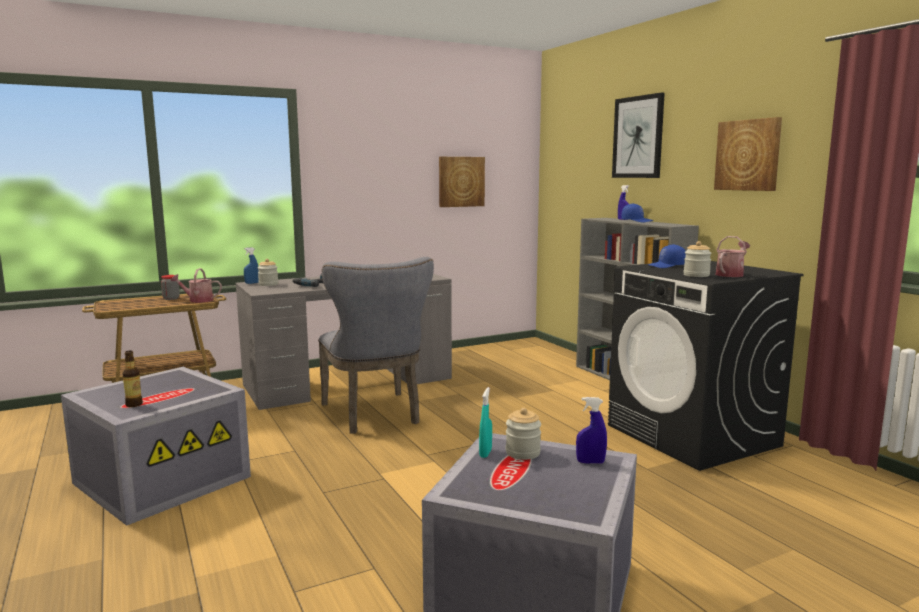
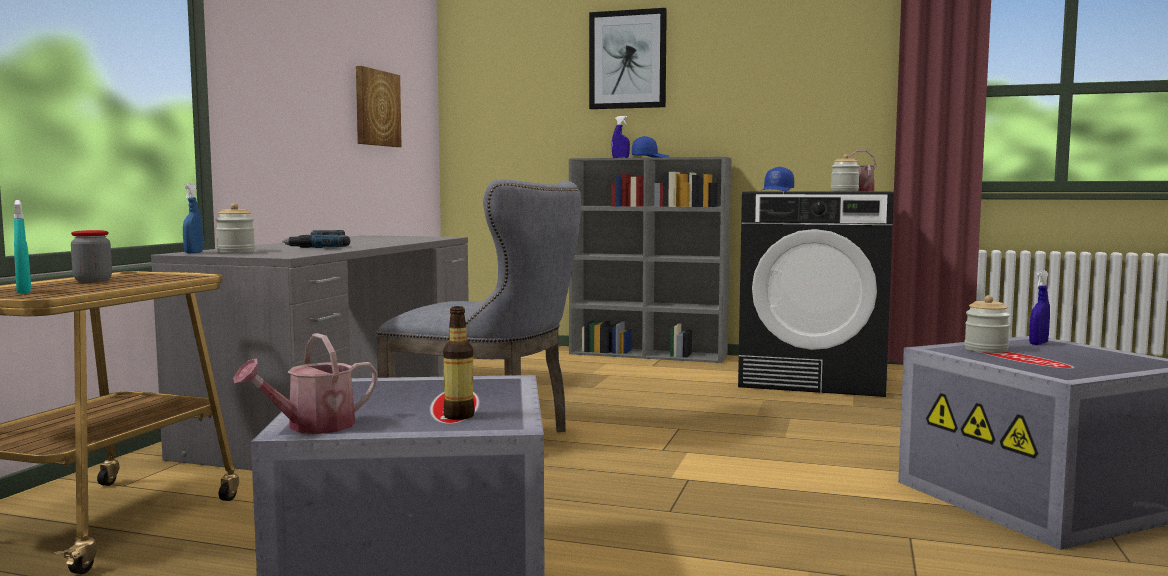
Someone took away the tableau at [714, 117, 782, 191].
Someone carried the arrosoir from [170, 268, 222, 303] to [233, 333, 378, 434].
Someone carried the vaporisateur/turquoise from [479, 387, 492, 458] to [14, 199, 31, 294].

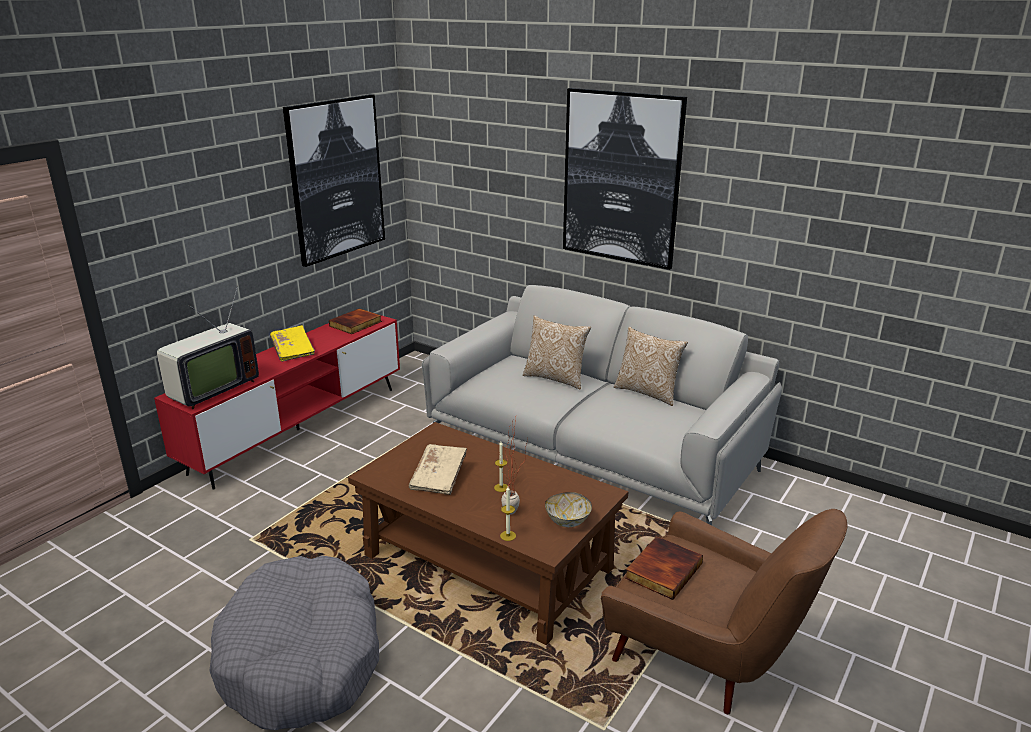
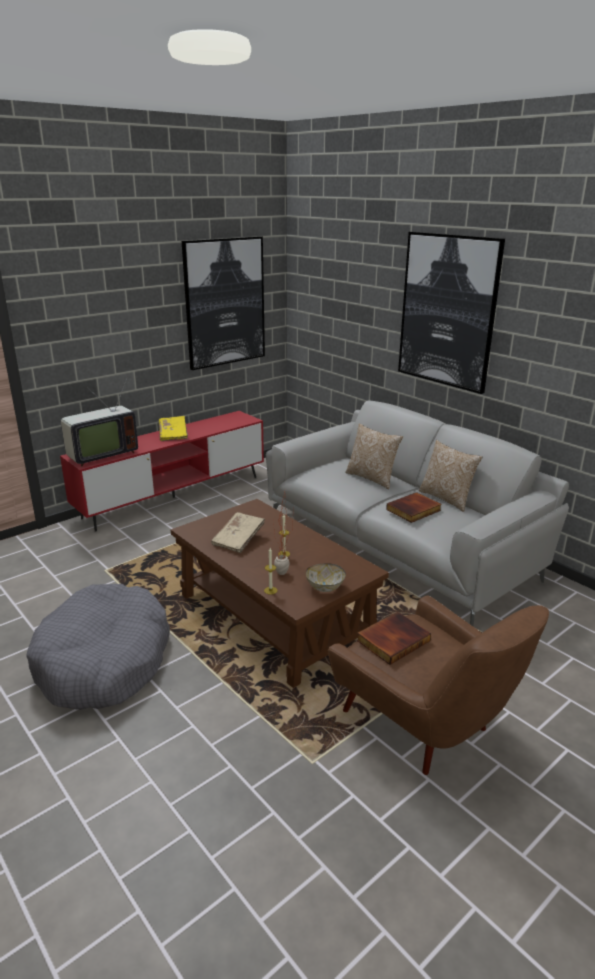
Someone carried the livre from [329, 309, 382, 334] to [386, 492, 442, 523].

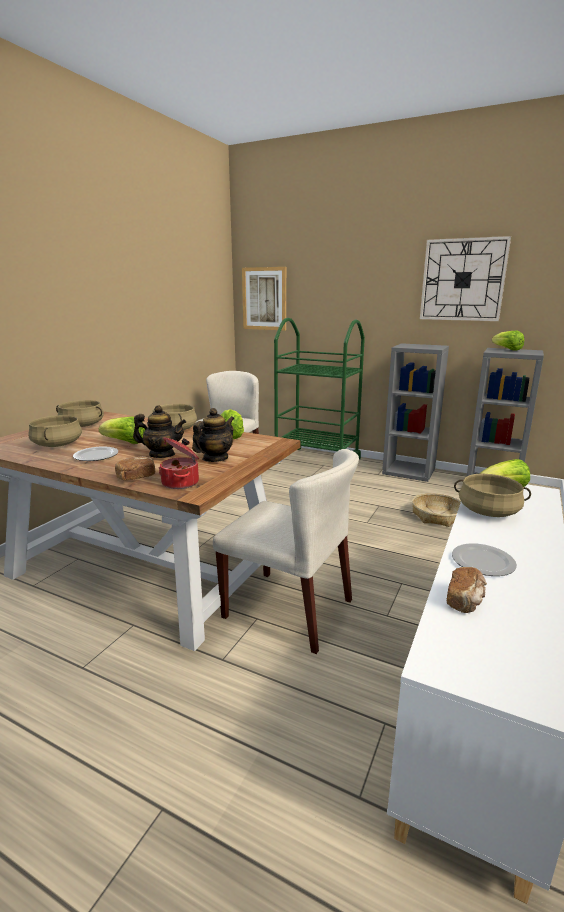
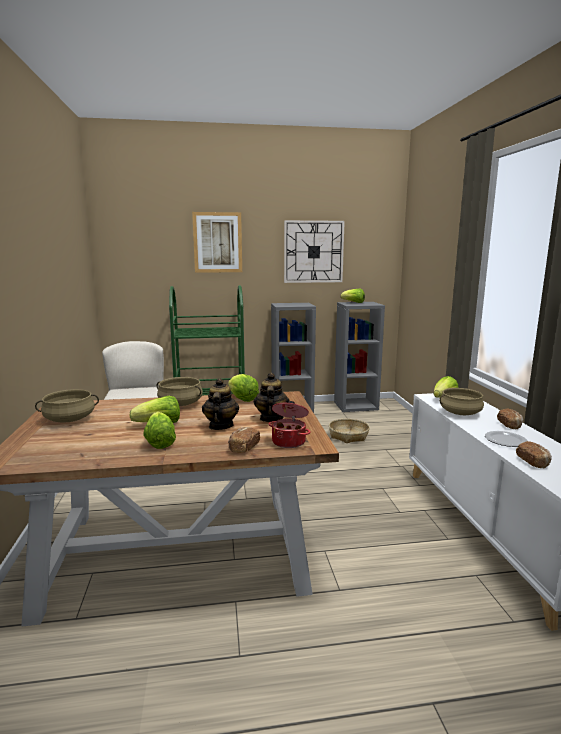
Someone took away the marmite/beige at [28, 415, 82, 447].
Someone took away the chaise/beige at [213, 449, 359, 654].
Someone put down the pain at [497, 409, 523, 429].
Someone carried the tableau from [242, 267, 286, 330] to [192, 212, 242, 273].
Someone swapped the assiette at [73, 446, 118, 461] for the laitue at [143, 412, 176, 449].
Someone rotated the théière at [133, 405, 186, 458] by 60 degrees counterclockwise.

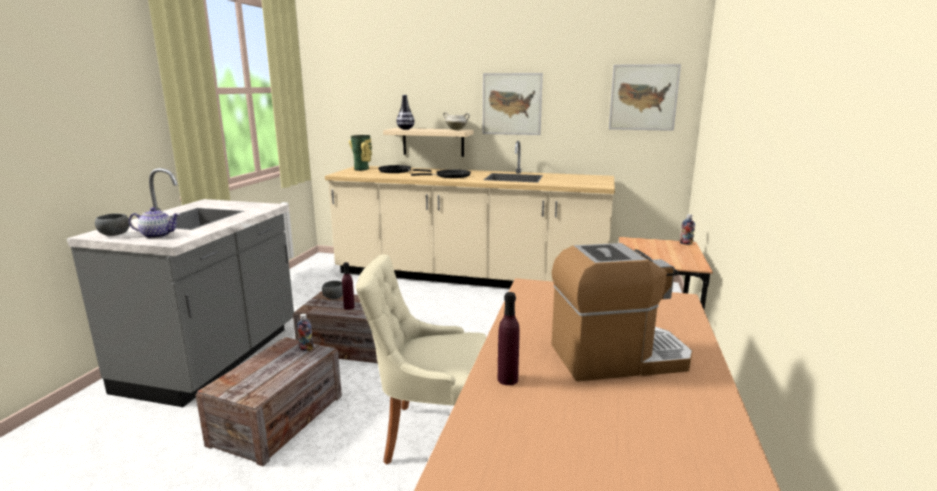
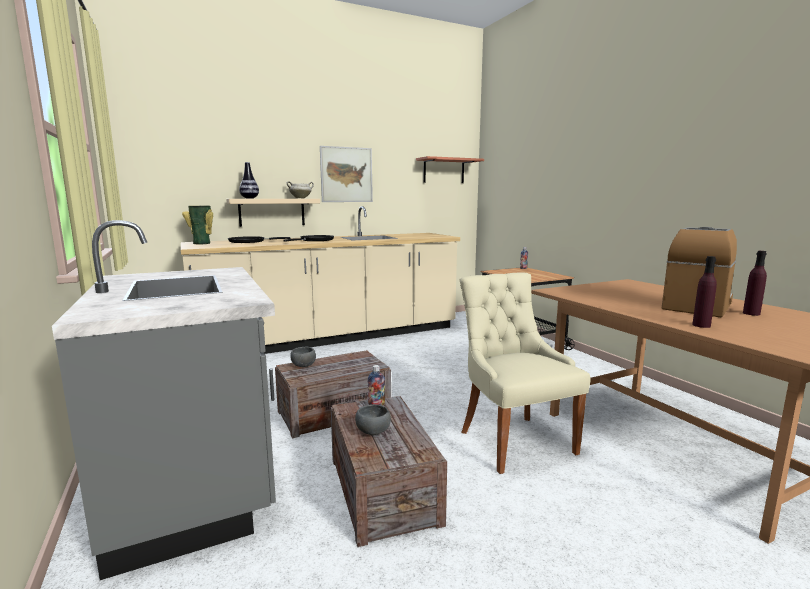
Someone took away the théière at [129, 207, 180, 239].
Someone carried the bol/gris from [95, 214, 130, 236] to [355, 404, 391, 435].
Someone carried the bouteille/violet from [342, 262, 355, 310] to [743, 251, 767, 316].
Someone swapped the tableau at [609, 64, 681, 131] for the étagère at [416, 156, 484, 183].
Someone rotated the chaise/beige at [356, 254, 486, 465] by 105 degrees clockwise.

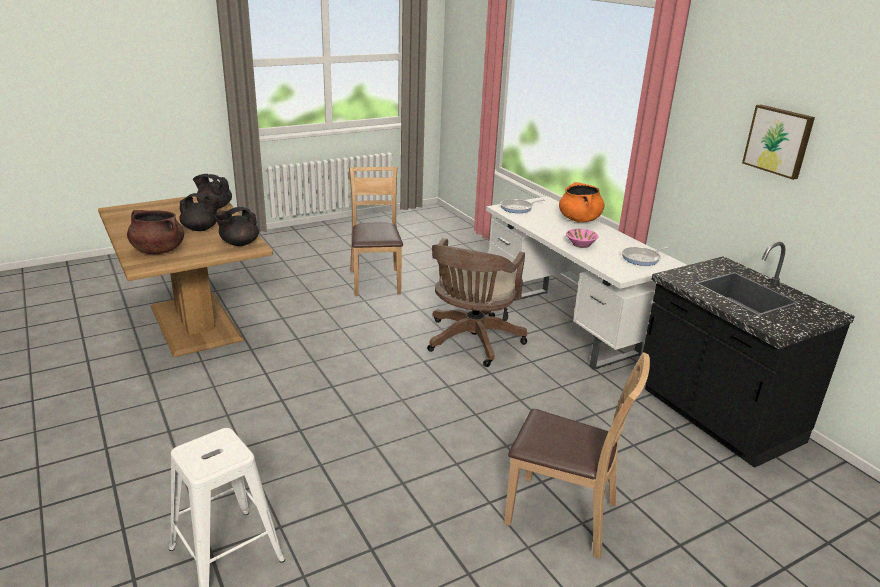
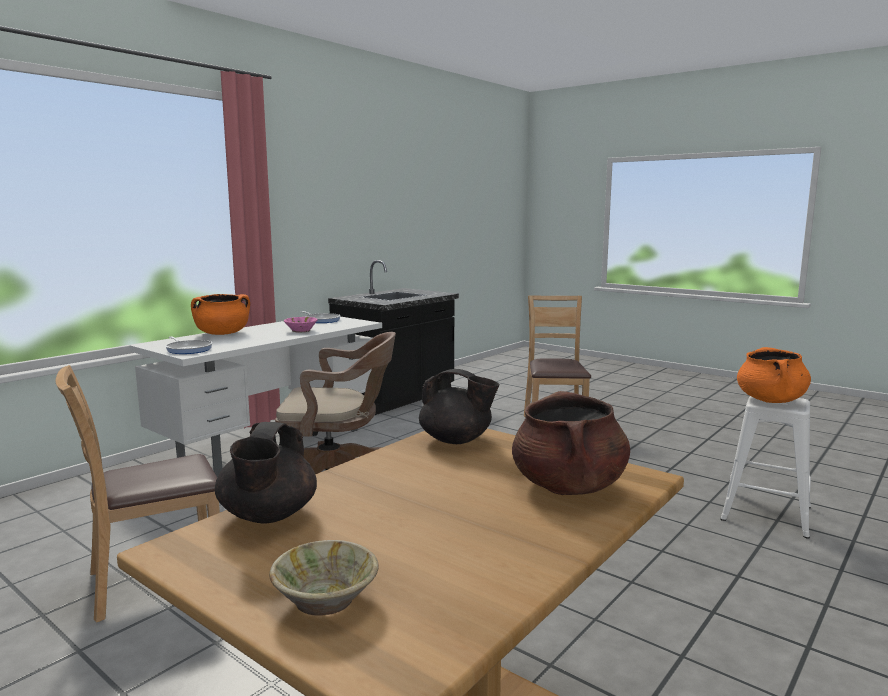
Someone took away the théière/noir at [179, 193, 220, 231].
Someone took away the tableau at [742, 105, 815, 180].
Someone put down the bol/beige at [269, 540, 379, 616].
Someone put down the marmite/orange at [737, 347, 811, 403].

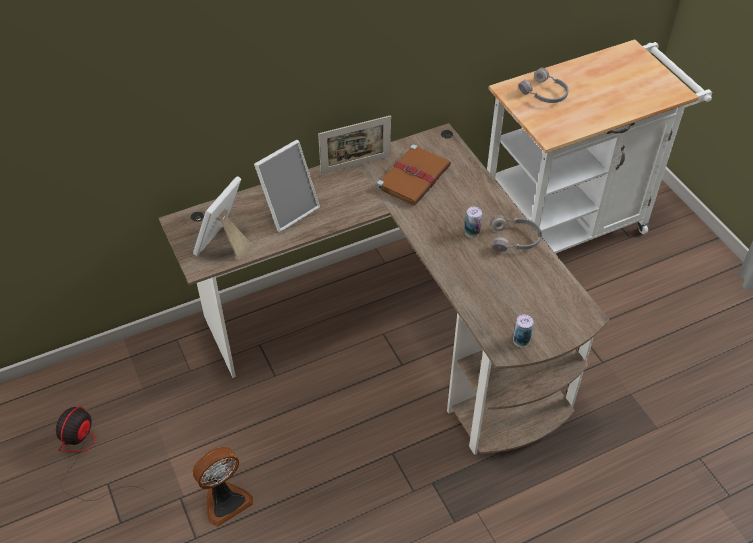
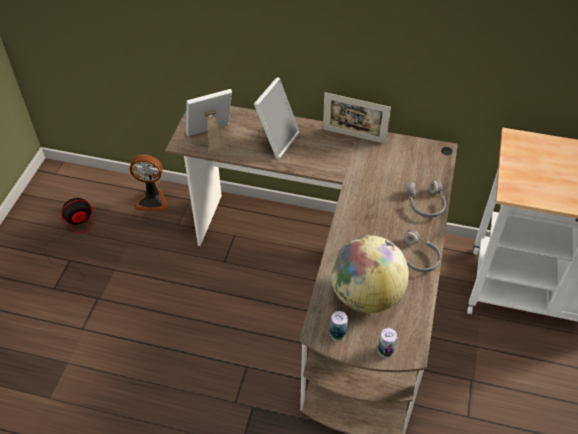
Someone took away the livre/marron at [377, 144, 451, 206].
Someone put down the globe at [331, 235, 409, 313].
Someone carried the ventilateur from [193, 447, 253, 527] to [130, 155, 168, 211].
Someone carried the boîte métallique from [465, 207, 482, 238] to [378, 328, 397, 358].
Someone carried the casque audio/gris from [518, 68, 569, 103] to [406, 180, 446, 218].
Someone rotated the cadre photo at [254, 140, 320, 232] by 60 degrees counterclockwise.

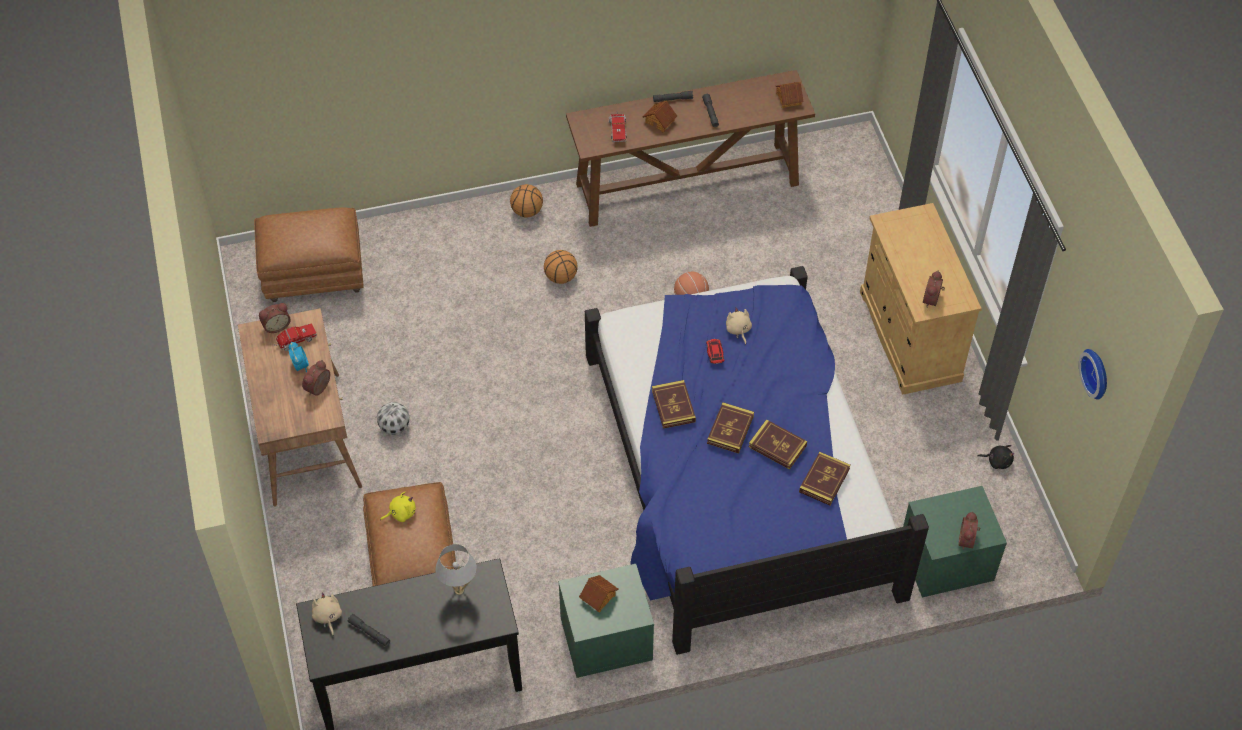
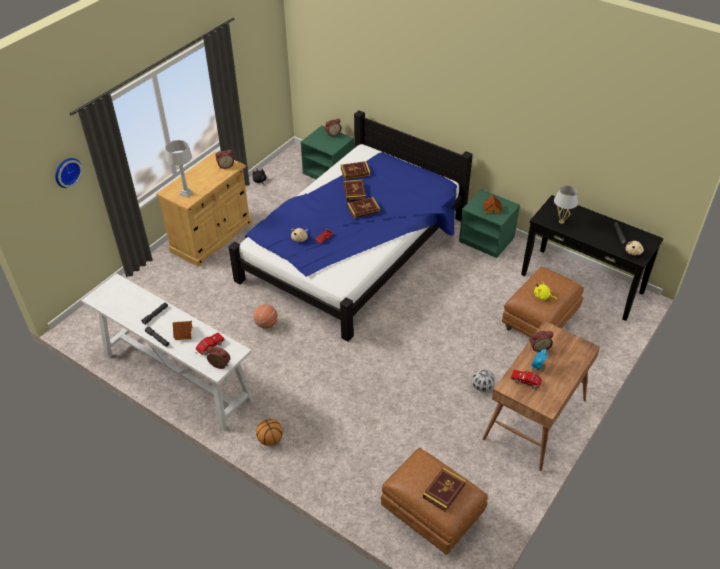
Someone took away the ballon de basket at [544, 250, 578, 284].
Someone took away the maison miniature at [776, 82, 803, 108].
Someone put down the lampe de table/gris at [165, 140, 193, 198].
Someone carried the réveil from [259, 303, 291, 333] to [207, 346, 230, 369].
Someone carried the livre from [652, 380, 696, 429] to [423, 467, 466, 512].
Someone carried the horloge murale from [1079, 349, 1107, 400] to [55, 158, 83, 188].
Someone repainted the table console/marron at [566, 70, 815, 227], which became the table console/blanc at [81, 273, 254, 431].

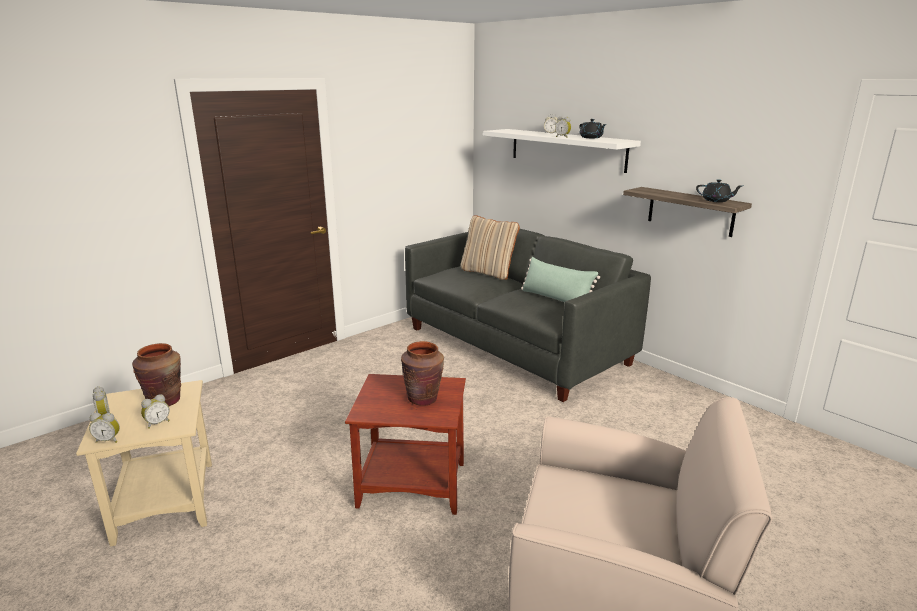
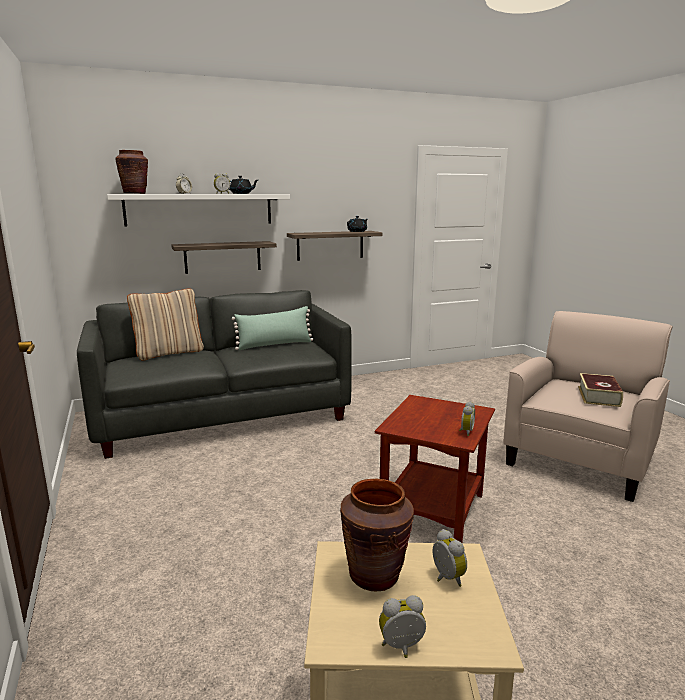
Someone put up the étagère at [171, 241, 277, 274].
Someone put down the livre at [578, 373, 623, 407].
Someone carried the réveil from [89, 413, 120, 443] to [459, 401, 475, 436].
Someone carried the vase/marron from [401, 341, 444, 406] to [115, 150, 148, 194].

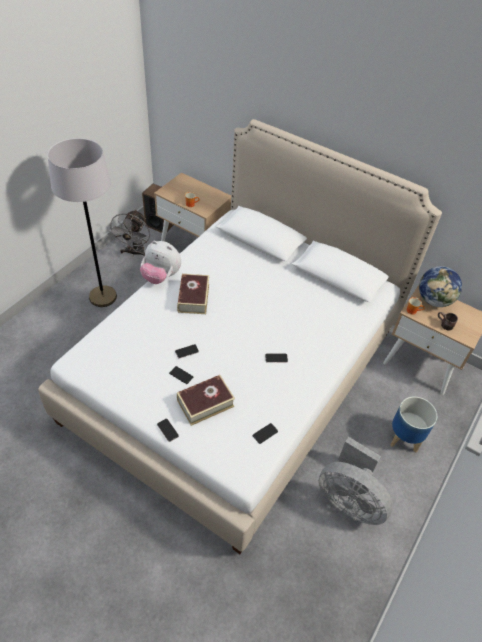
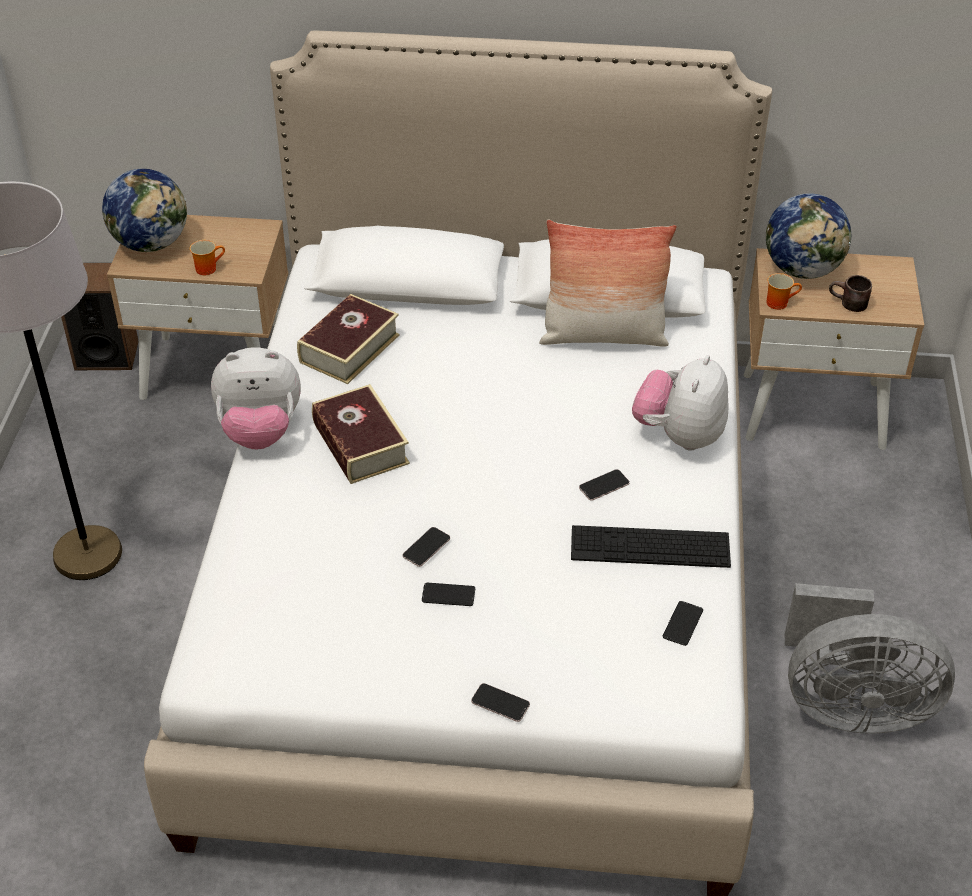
Someone took away the ventilateur/gris at [108, 210, 150, 257].
Someone took away the cache-pot at [390, 396, 437, 453].
Someone put down the globe at [102, 169, 187, 252].
Someone put down the coussin at [539, 220, 677, 347].
Someone put down the clavier at [571, 525, 731, 568].
Someone put down the peluche at [632, 355, 728, 451].
Someone carried the livre from [177, 375, 235, 426] to [297, 294, 400, 384].

